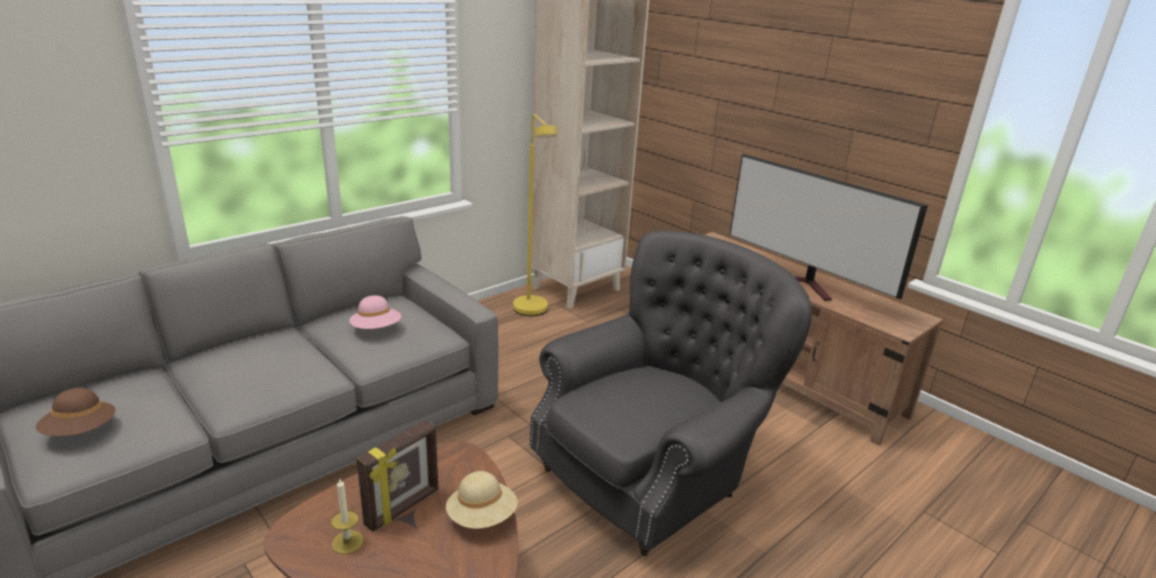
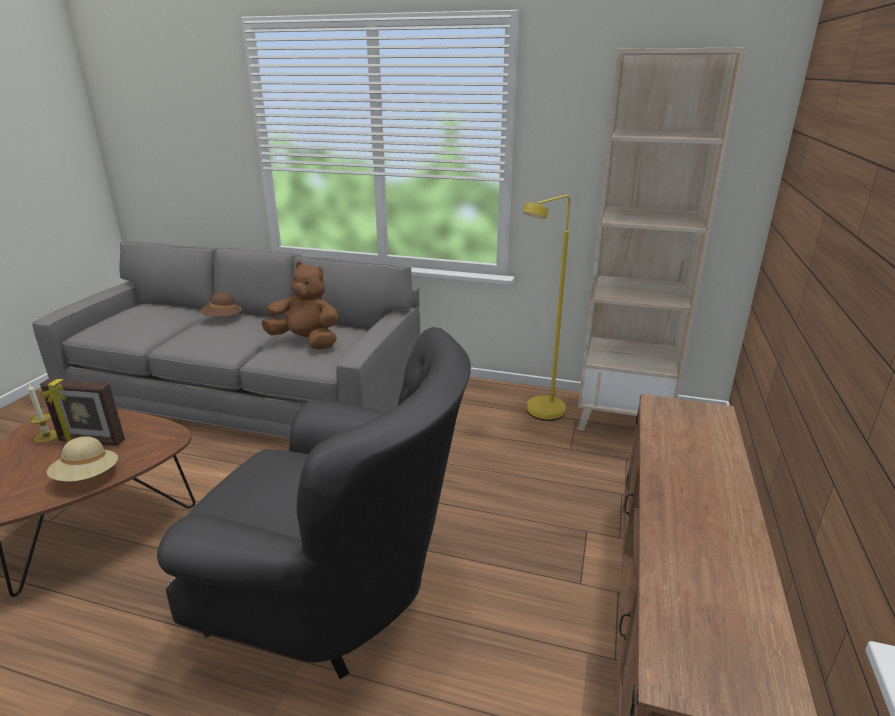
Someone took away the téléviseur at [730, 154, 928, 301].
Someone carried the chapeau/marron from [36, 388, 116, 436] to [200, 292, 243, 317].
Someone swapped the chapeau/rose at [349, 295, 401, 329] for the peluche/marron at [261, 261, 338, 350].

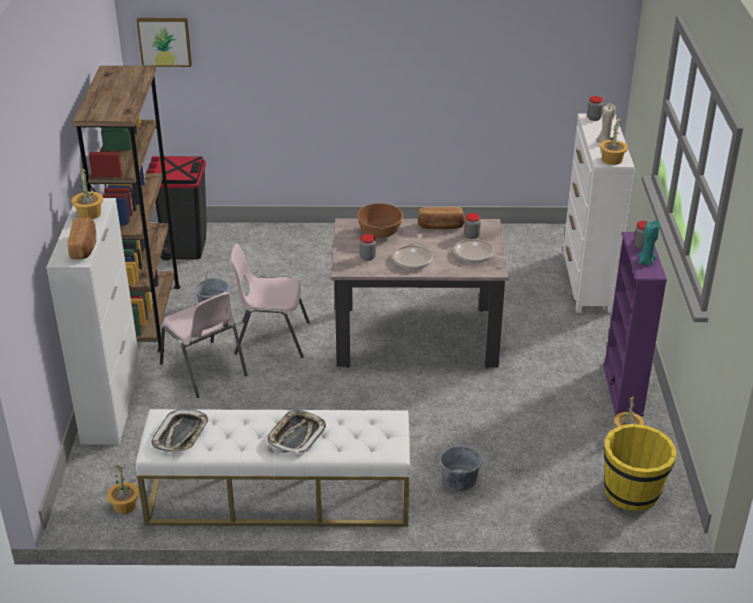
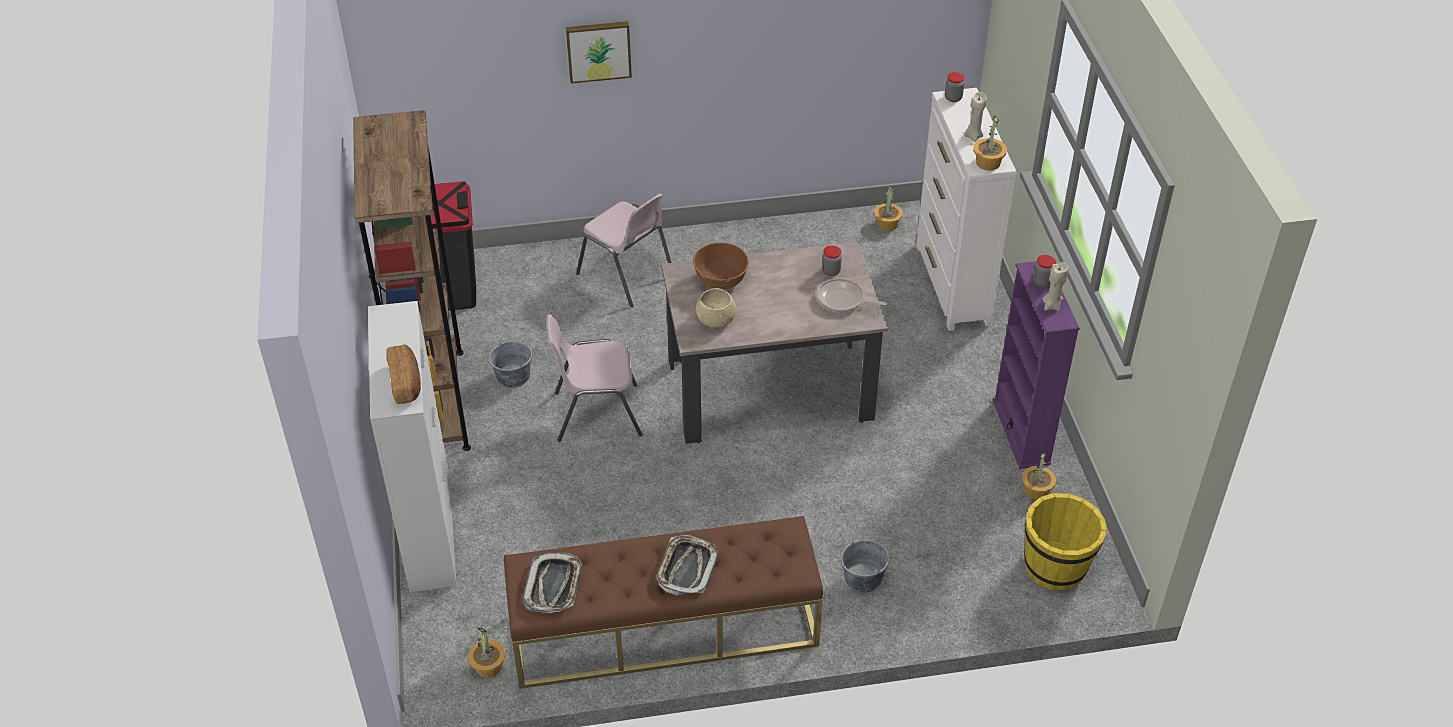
Someone took away the poêle at [393, 234, 433, 270].
Someone took away the pain at [418, 207, 465, 229].
Someone carried the plante en pot from [71, 168, 103, 219] to [874, 187, 903, 231].
Someone carried the tableau from [137, 18, 192, 67] to [566, 21, 632, 84].
Someone carried the chaise/rose from [160, 292, 247, 398] to [576, 194, 672, 307].
Someone swapped the bocal at [360, 234, 376, 261] for the bol/beige at [696, 288, 736, 327].
Someone repainted the banc/blanc at [136, 409, 410, 527], which became the banc/marron at [504, 516, 823, 689].
Someone repainted the bougie/turquoise at [638, 220, 660, 266], which became the bougie/beige at [1042, 262, 1068, 311].

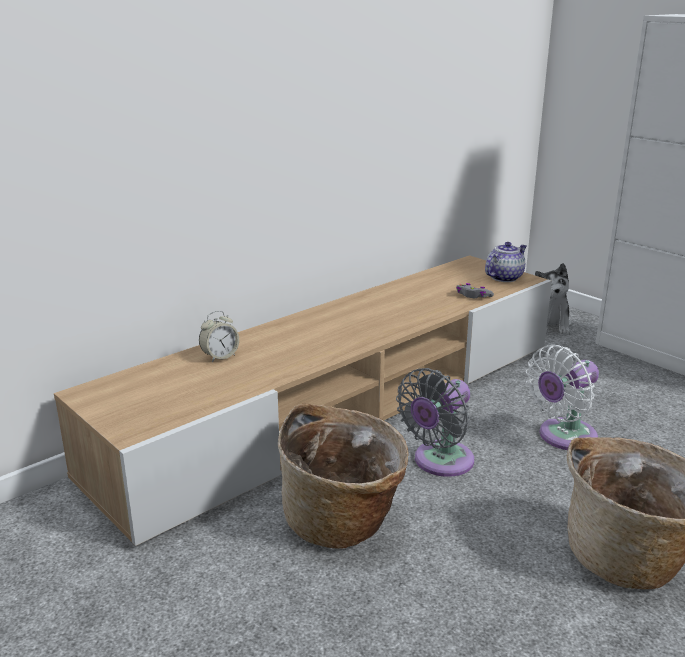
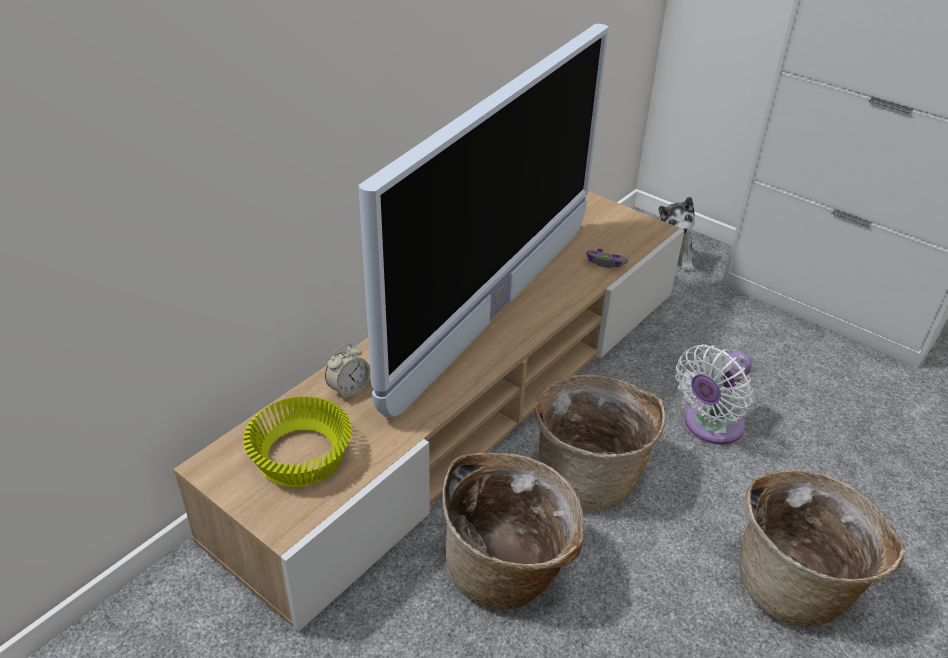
Someone took away the théière at [485, 242, 527, 282].
Someone put down the bol/jaune at [243, 396, 352, 487].
Someone put down the téléviseur at [358, 24, 609, 418].
Someone swapped the ventilateur/gris at [396, 368, 474, 477] for the panier at [535, 375, 666, 509].

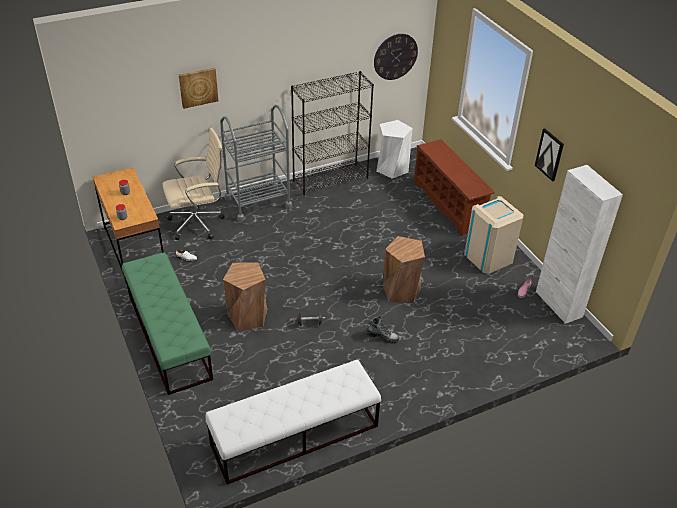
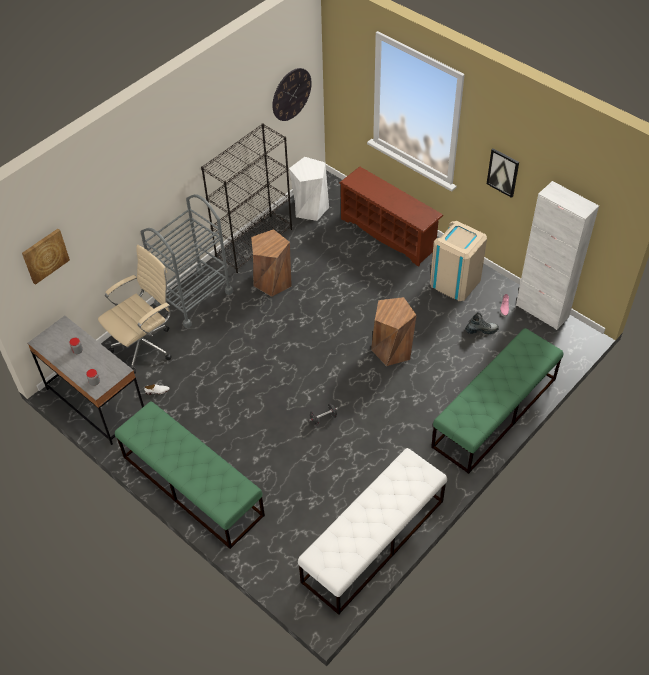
Someone put down the banc/vert at [431, 328, 563, 474].
Someone carried the tableau from [179, 68, 218, 109] to [22, 229, 70, 285].
Someone carried the tabouret/marron from [223, 262, 267, 330] to [251, 229, 292, 297].
Someone carried the botte from [366, 316, 399, 344] to [465, 312, 499, 334].
Someone repainted the bureau/marron at [93, 167, 164, 283], which became the bureau/gris at [27, 316, 144, 445].

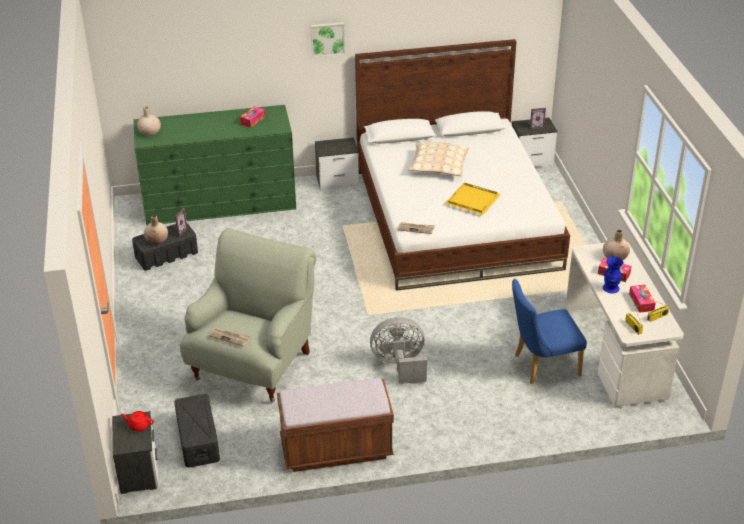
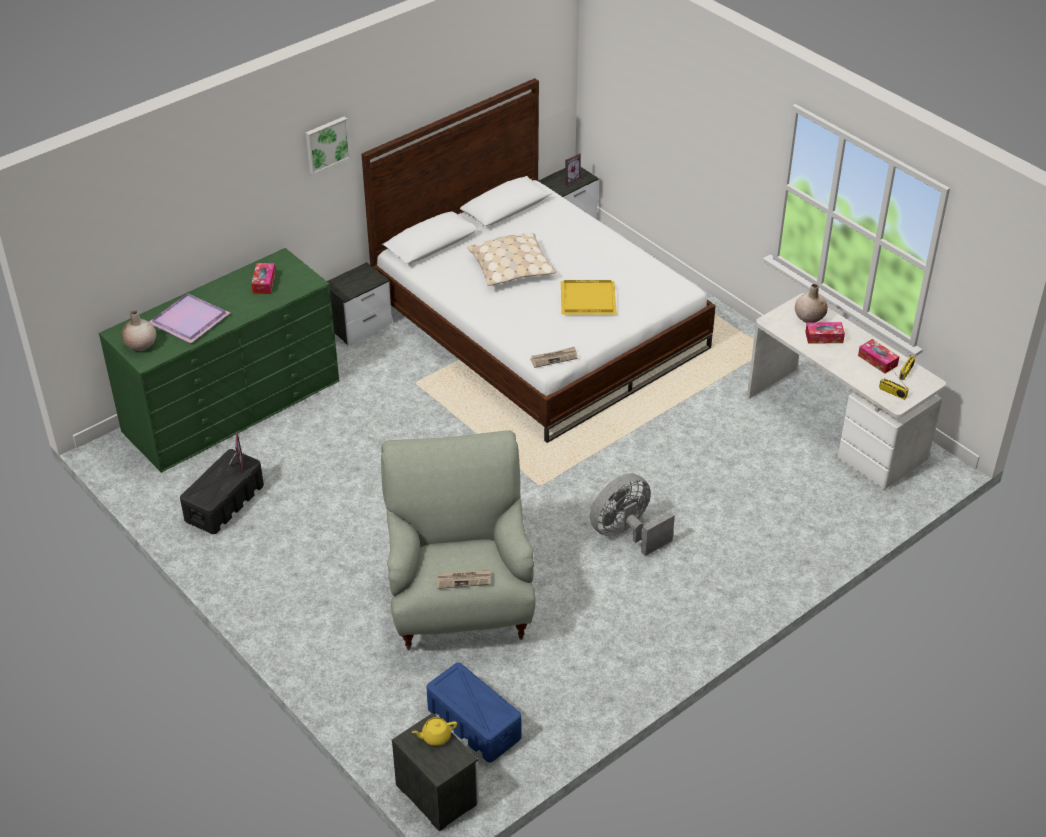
Someone took away the vase/beige at [144, 215, 168, 245].
Someone took away the banc/marron at [277, 378, 394, 472].
Someone took away the chaise/bleu at [512, 279, 587, 384].
Someone took away the vase/bleu at [603, 257, 623, 293].
Someone put down the plateau/violet at [149, 293, 230, 343].
Someone repainted the théière/rouge at [121, 411, 154, 431], which became the théière/jaune at [412, 717, 457, 746].
Someone repainted the boîte de rangement/noir at [174, 394, 220, 468], which became the boîte de rangement/bleu at [426, 663, 522, 762].

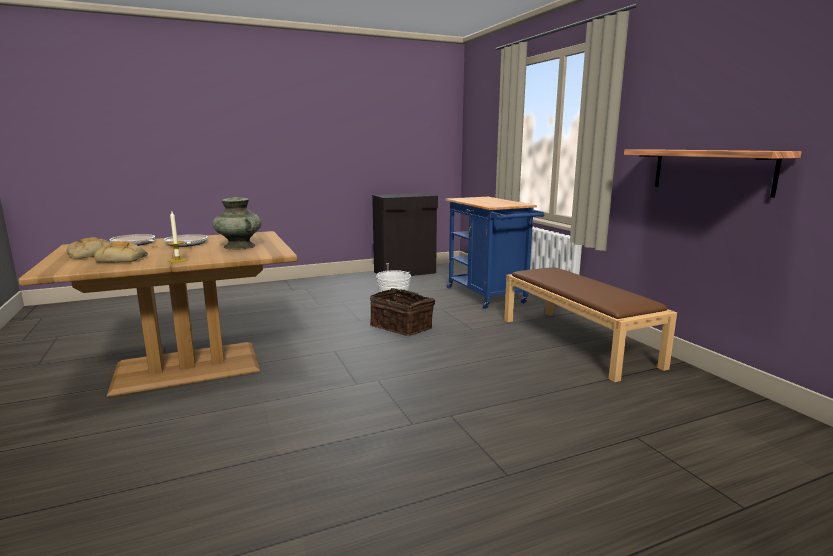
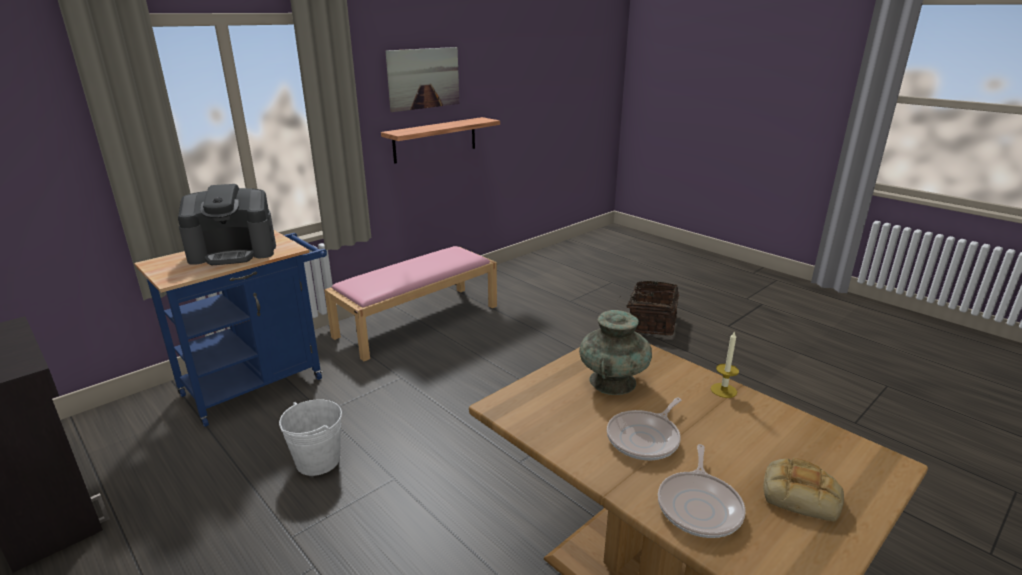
Someone took away the pain at [94, 241, 148, 263].
Someone put down the machine à café at [178, 184, 276, 265].
Someone put up the tableau at [386, 47, 459, 112].
Someone carried the panier from [370, 288, 435, 336] to [620, 281, 679, 335].
Someone repainted the banc/marron at [504, 267, 677, 382], which became the banc/rose at [324, 246, 497, 361].

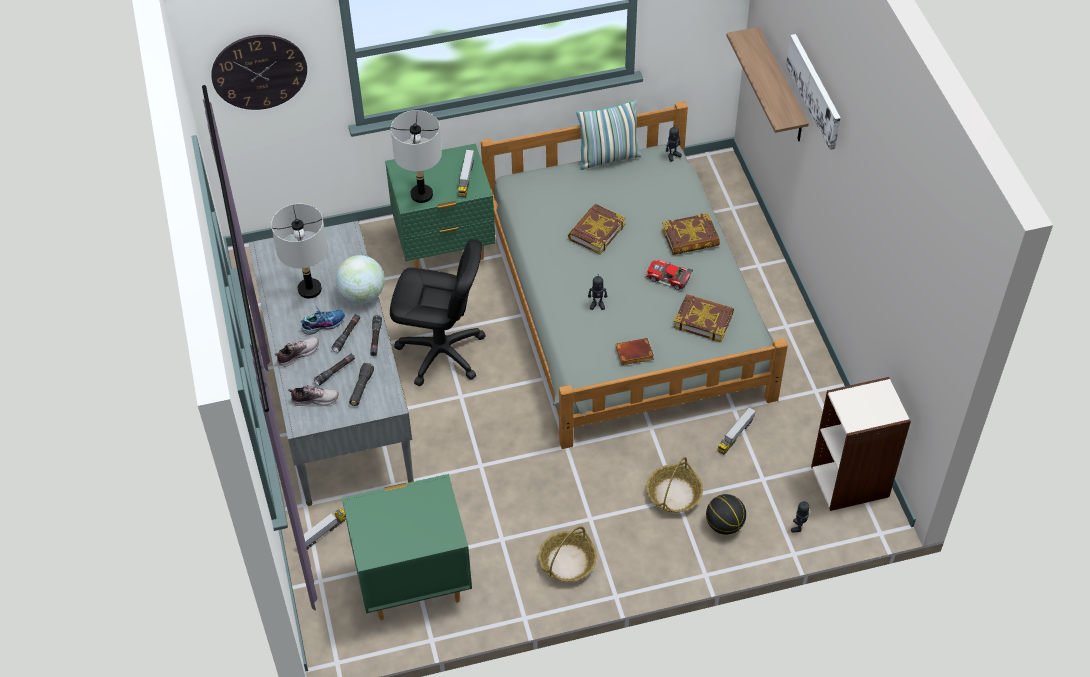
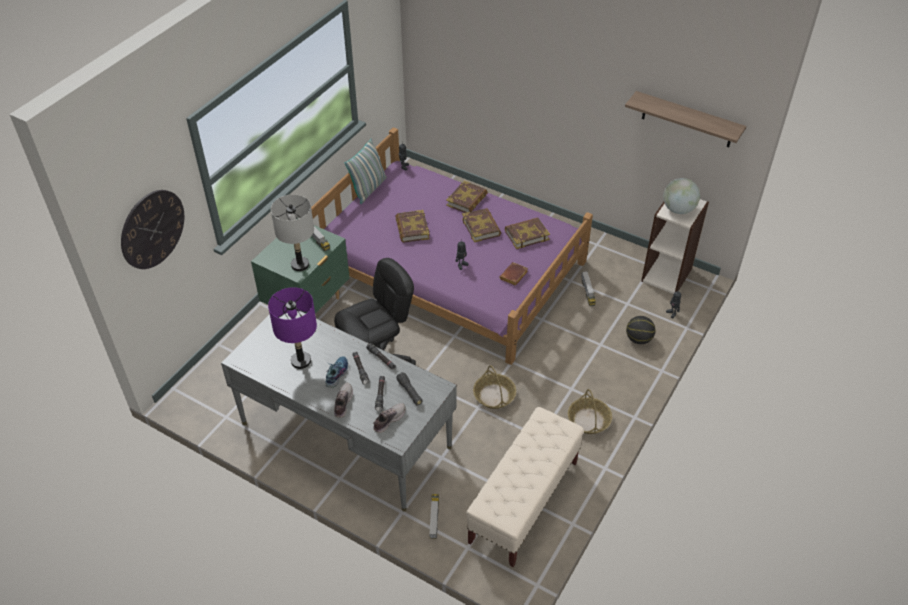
Someone took away the tableau at [786, 34, 841, 150].
Someone carried the globe from [336, 255, 385, 304] to [663, 178, 700, 214].
Someone carried the panier from [646, 457, 703, 513] to [473, 365, 516, 409].
Someone carried the étagère from [726, 27, 809, 141] to [625, 91, 746, 147].
Someone swapped the table de chevet/vert at [342, 474, 472, 620] for the banc/beige at [466, 407, 584, 567].
Someone swapped the petite voiture at [644, 260, 693, 290] for the livre at [462, 208, 501, 242].
Someone repainted the lampe de table/gris at [271, 204, 328, 299], which became the lampe de table/violet at [268, 287, 317, 369].
Someone repainted the lit/gris at [481, 101, 788, 449], which became the lit/violet at [311, 127, 593, 365].

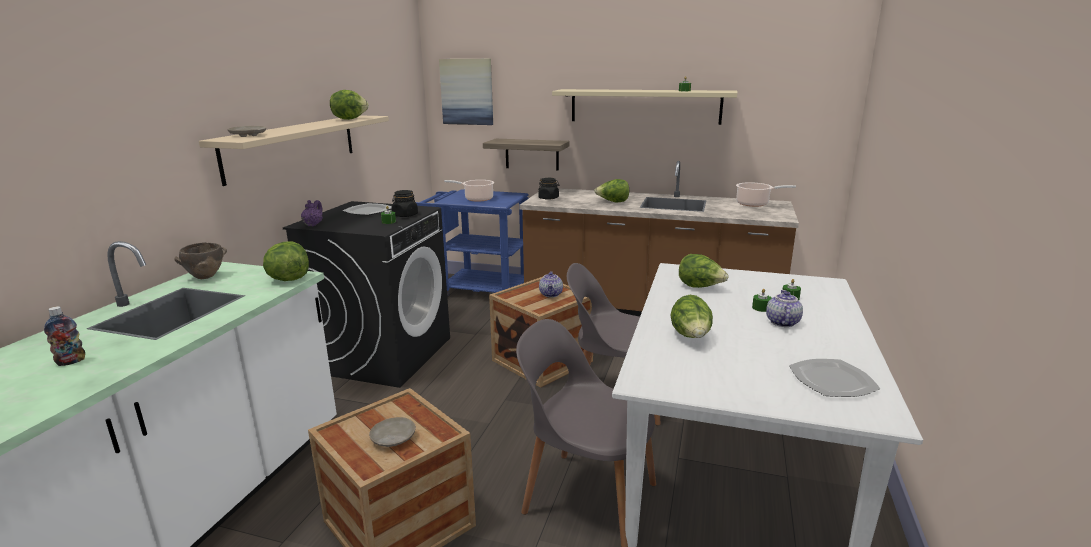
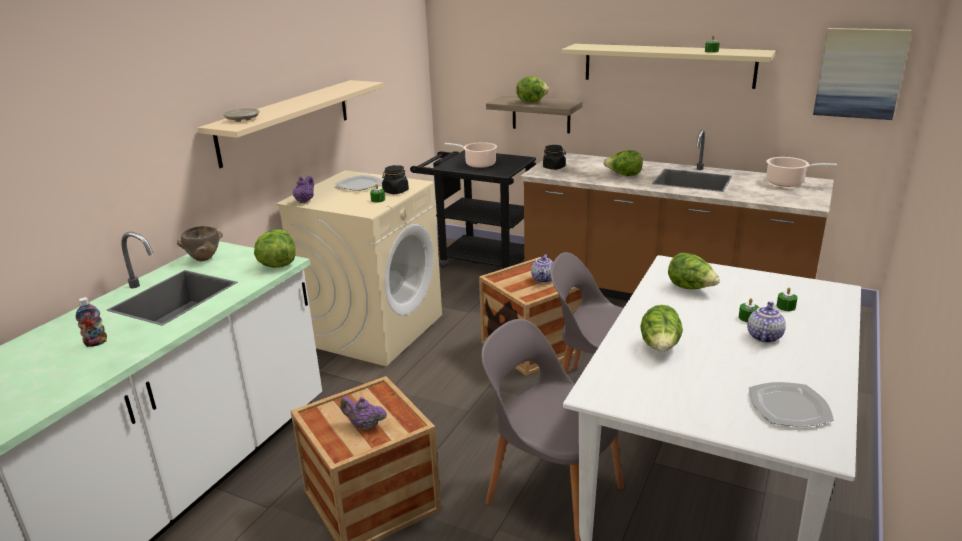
Someone carried the laitue from [330, 90, 369, 120] to [516, 76, 549, 103].
Someone carried the tableau from [439, 59, 493, 125] to [813, 28, 911, 120].
Someone swapped the assiette/beige at [369, 417, 416, 447] for the théière/violet at [340, 397, 387, 430].
Someone repainted the lave-linge/noir at [283, 201, 450, 388], which became the lave-linge/beige at [276, 170, 442, 366].
Someone repainted the chariot/bleu at [416, 189, 529, 297], which became the chariot/noir at [410, 150, 536, 269].

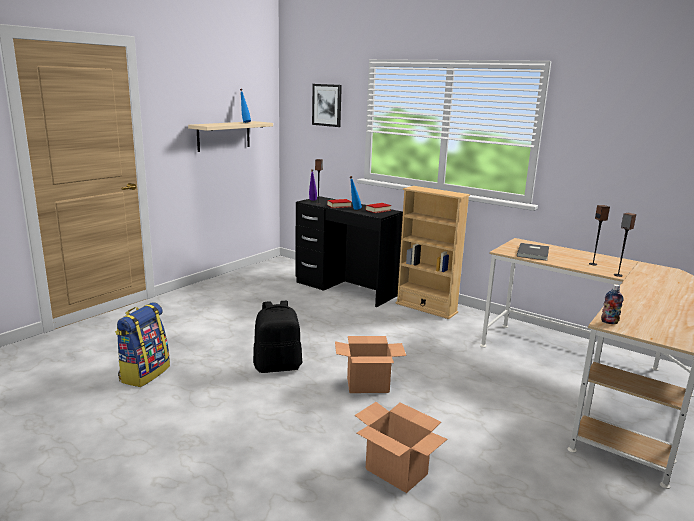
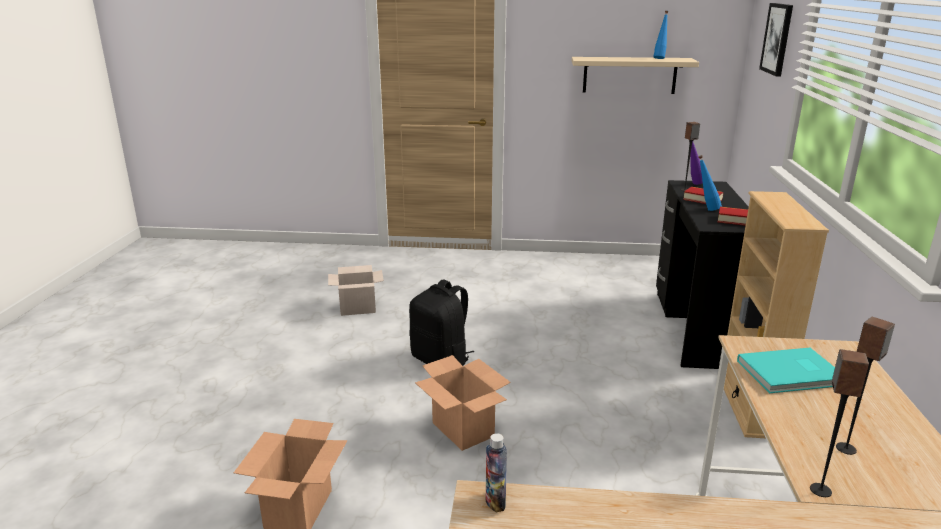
Someone swapped the sac à dos at [115, 302, 170, 387] for the carton at [328, 265, 384, 316].
Someone repainted the livre/gris at [517, 243, 549, 261], which became the livre/turquoise at [737, 348, 835, 393].

